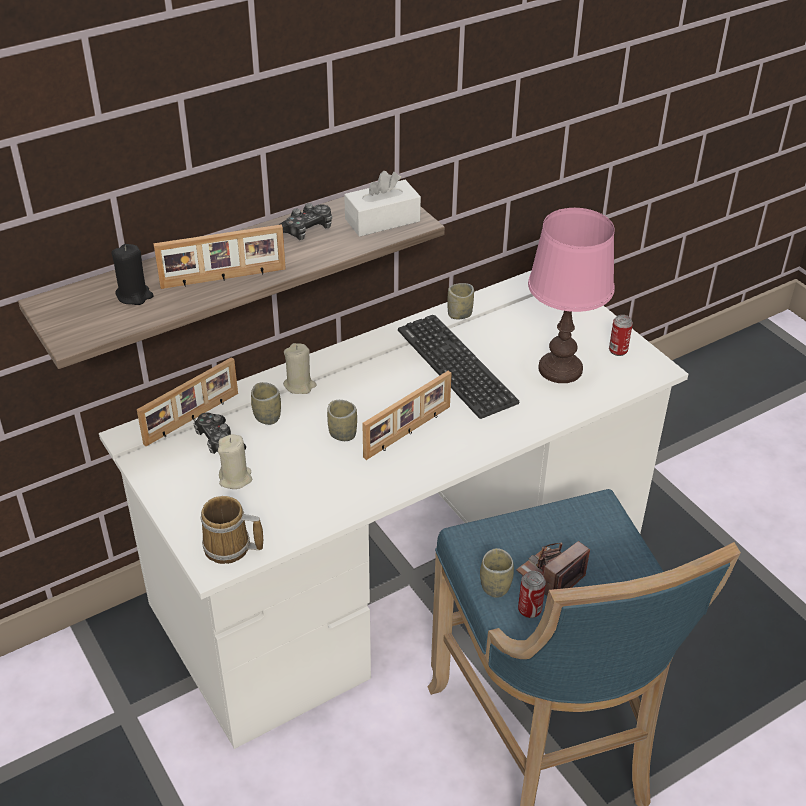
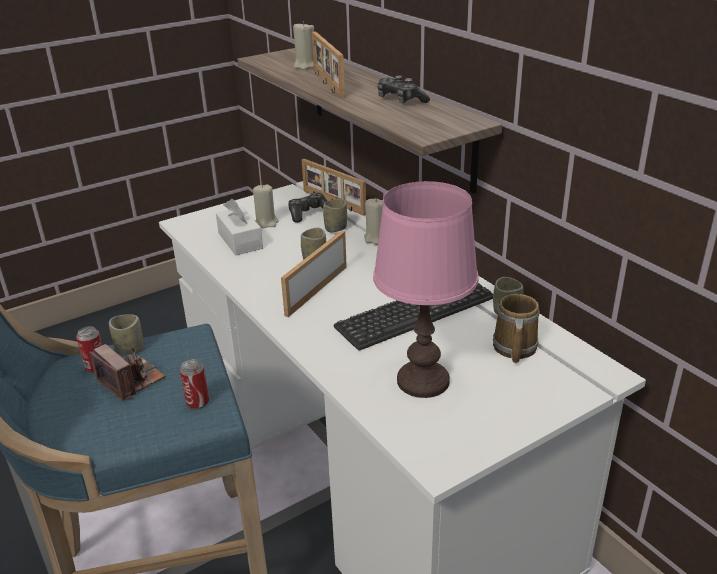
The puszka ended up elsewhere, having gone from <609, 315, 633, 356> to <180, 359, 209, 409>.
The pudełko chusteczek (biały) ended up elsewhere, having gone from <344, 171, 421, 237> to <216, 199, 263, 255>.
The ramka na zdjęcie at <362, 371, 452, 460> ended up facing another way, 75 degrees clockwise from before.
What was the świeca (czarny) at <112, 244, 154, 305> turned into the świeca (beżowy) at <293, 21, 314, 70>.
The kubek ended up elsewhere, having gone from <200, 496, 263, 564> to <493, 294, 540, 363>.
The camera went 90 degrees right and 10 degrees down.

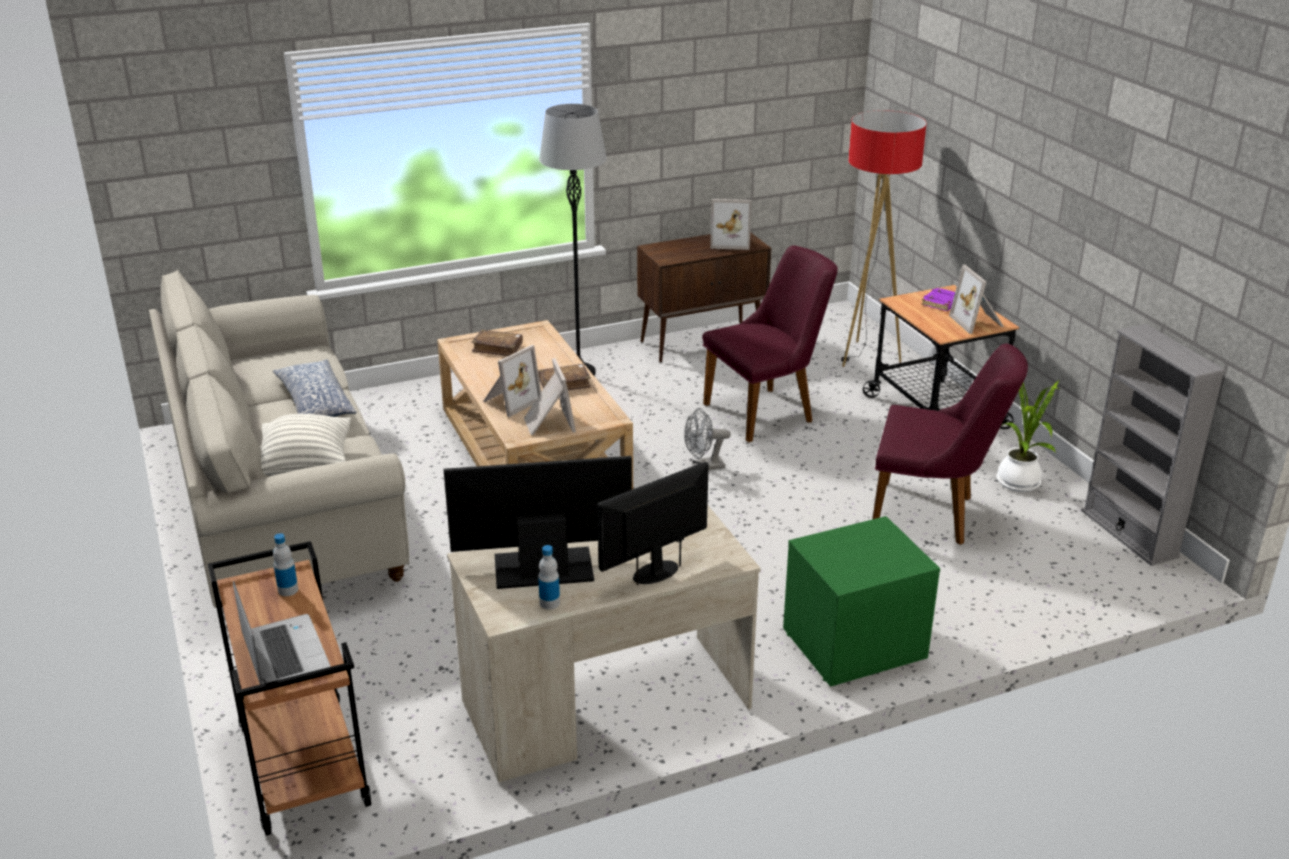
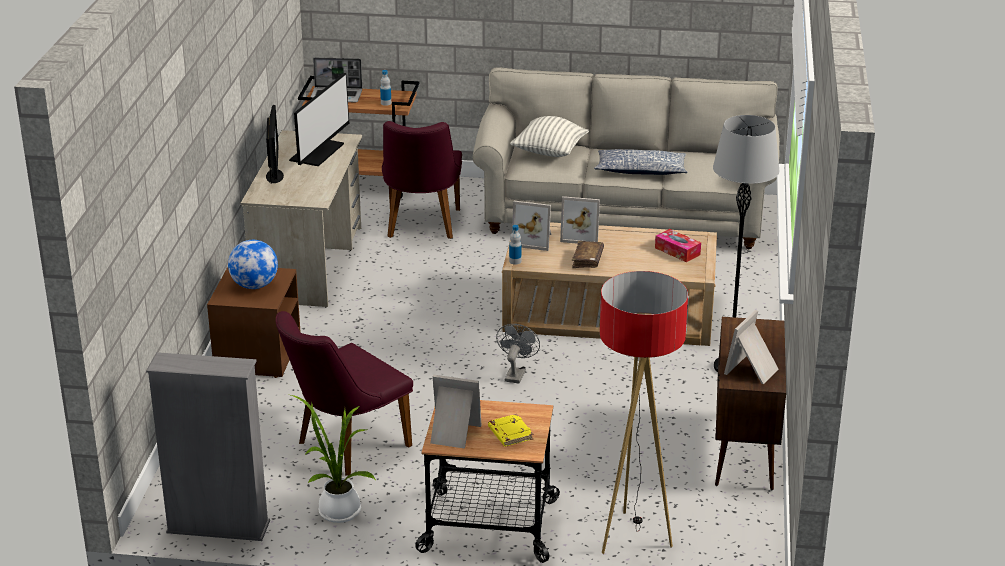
What was the szafka nocna (zielony) at <783, 516, 940, 687> turned into the szafka nocna (brązowy) at <207, 267, 301, 378>.
The second view gained the globus at <228, 240, 278, 289>.
The krzesło (fioletowy) ended up elsewhere, having gone from <702, 245, 838, 443> to <382, 121, 462, 239>.
What was the książka (fioletowy) at <921, 287, 955, 311> turned into the książka (żółty) at <488, 414, 533, 446>.
The butelka ended up elsewhere, having gone from <538, 545, 560, 609> to <509, 225, 521, 265>.
The ramka na zdjęcie at <484, 345, 541, 417> ended up facing another way, 60 degrees counterclockwise from before.
Where the książka (brązowy) stood at <471, 330, 523, 356>, the pudełko chusteczek came to stand at <655, 229, 701, 262>.
The camera went 120 degrees right and 0 degrees up.

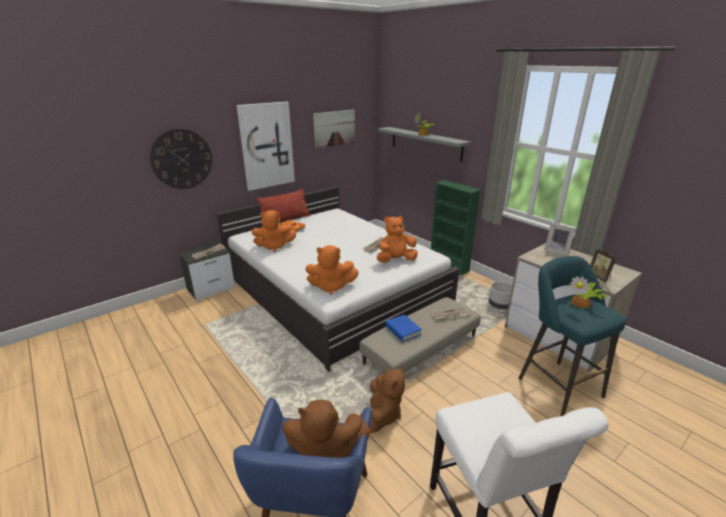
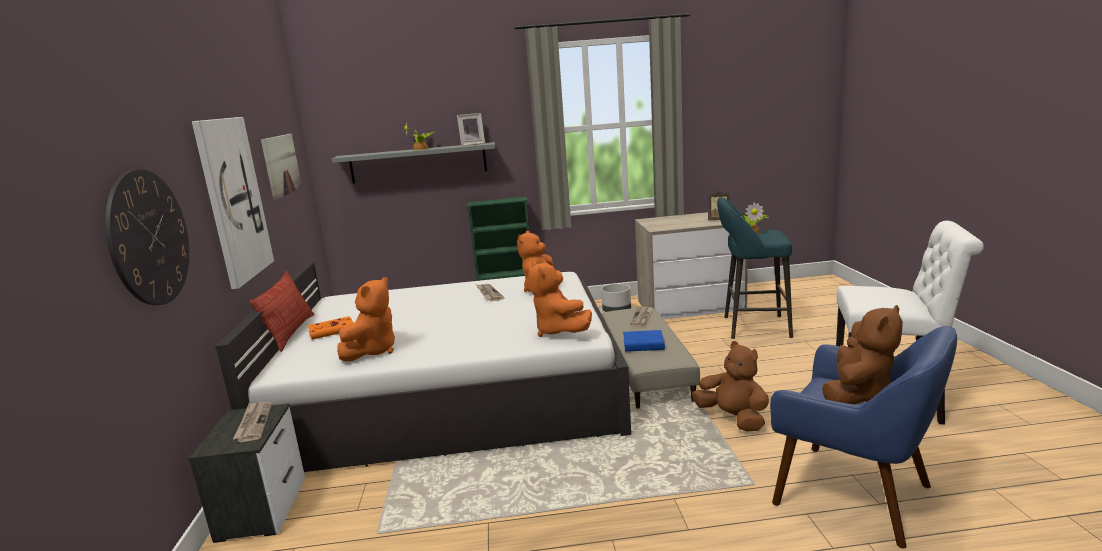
The ramka na zdjęcie ended up elsewhere, having gone from <544, 223, 576, 255> to <457, 113, 485, 146>.
The pluszak (pomarańczowy) at <305, 245, 359, 295> ended up facing another way, 120 degrees clockwise from before.
The camera went 55 degrees left and 10 degrees down.

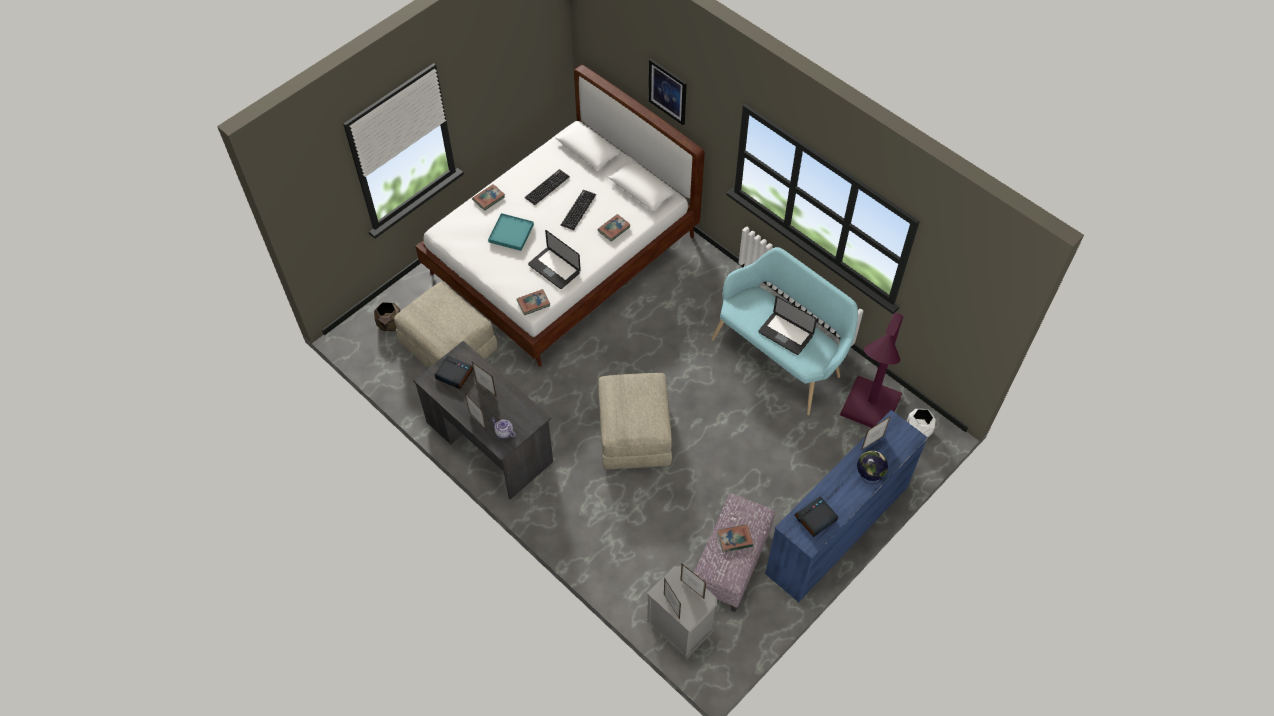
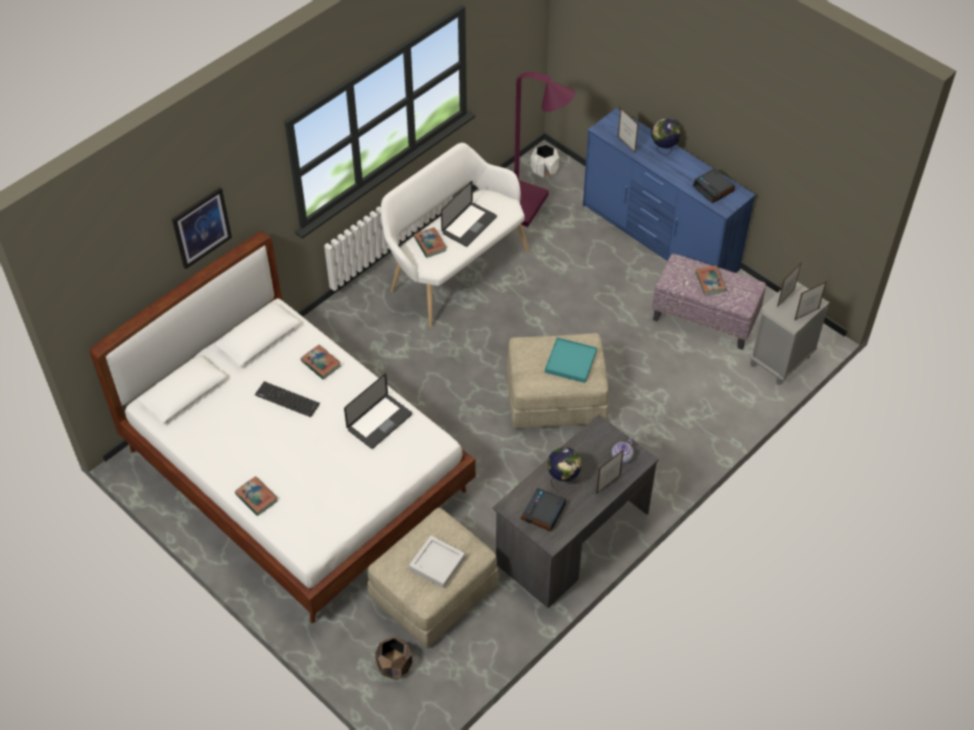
What was the ławka (turkusowy) at <711, 247, 858, 415> turned into the ławka (biały) at <381, 143, 529, 328>.
The second view gained the taca (szary) at <409, 535, 465, 588>.
The książka ended up elsewhere, having gone from <517, 289, 551, 315> to <414, 227, 447, 258>.
The taca (turkusowy) ended up elsewhere, having gone from <488, 213, 534, 251> to <545, 337, 597, 383>.
Where the ramka na zdjęcie stood at <472, 362, 496, 396>, the globus came to stand at <547, 447, 582, 490>.
The second view lost the klawiatura at <525, 169, 570, 205>.
The camera went 90 degrees left and 5 degrees down.

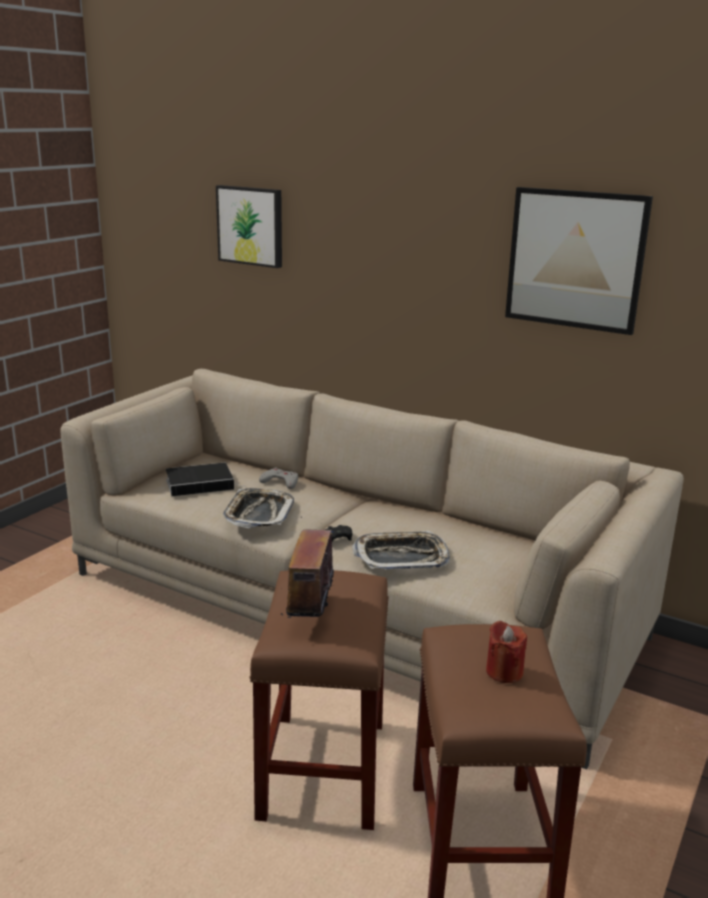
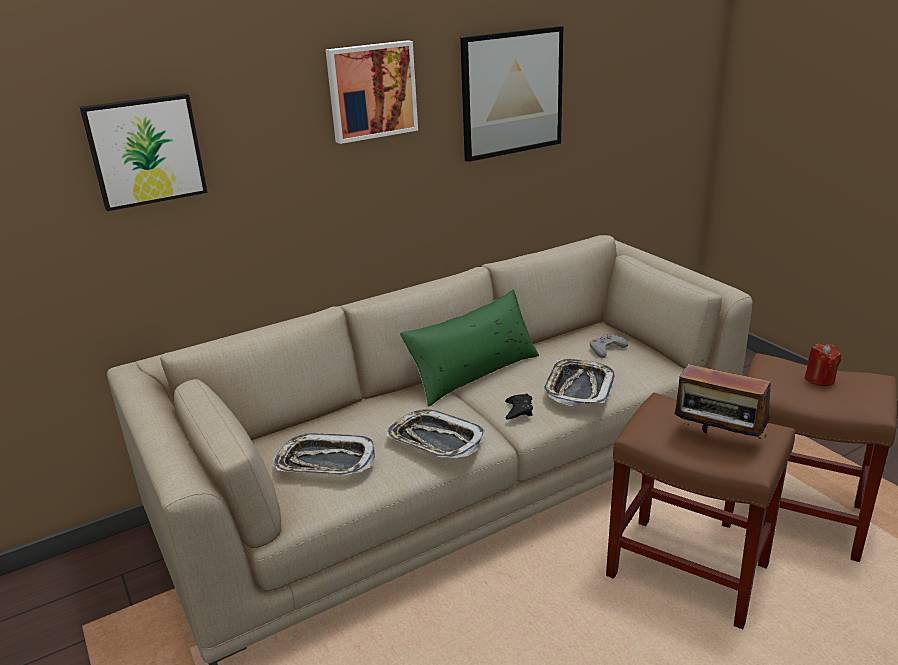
Where the książka stood at <166, 463, 244, 496>, the taca came to stand at <273, 433, 375, 476>.
The second view gained the obraz at <326, 40, 418, 144>.
The second view gained the poduszka (zielony) at <400, 289, 539, 407>.
The pad do gier (szary) ended up elsewhere, having gone from <259, 467, 298, 489> to <590, 334, 628, 358>.
The camera went 60 degrees left and 5 degrees up.

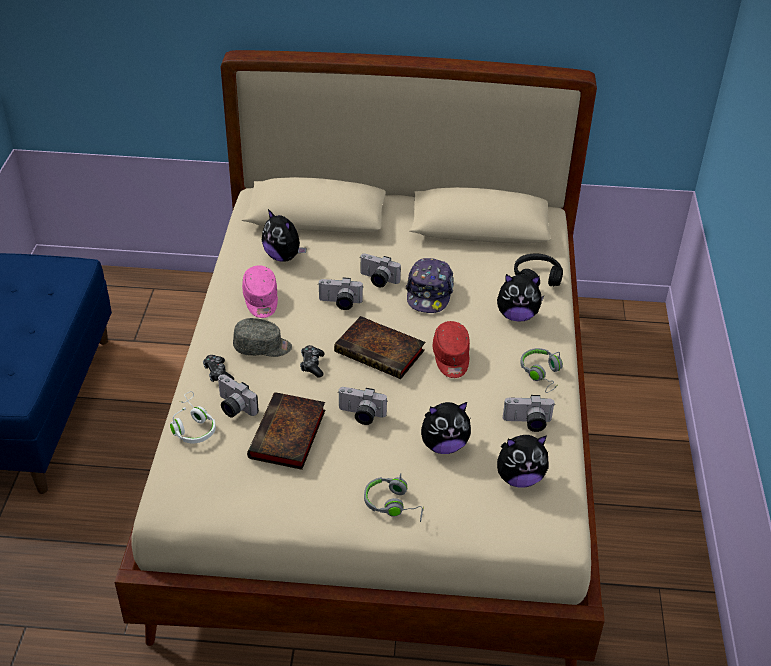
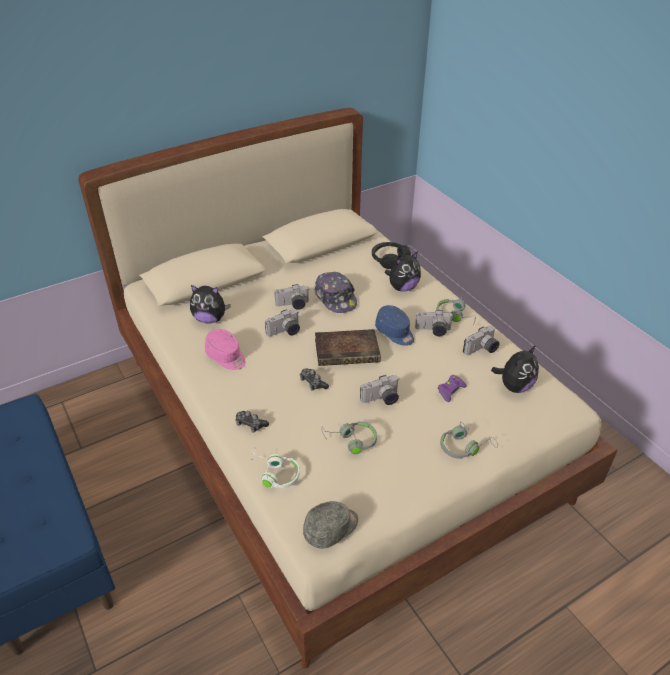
The czapka z daszkiem (szary) ended up elsewhere, having gone from <233, 318, 292, 357> to <303, 501, 358, 549>.
Where the książka stood at <247, 392, 325, 470>, the słuchawki (szary) came to stand at <322, 421, 377, 454>.
What was the czapka z daszkiem (czerwony) at <433, 321, 470, 378> turned into the czapka z daszkiem (niebieski) at <375, 305, 414, 346>.
The aparat fotograficzny ended up elsewhere, having gone from <217, 374, 259, 418> to <415, 310, 453, 336>.
Where the pluszak stood at <421, 402, 471, 454>, the pad do gier (fioletowy) came to stand at <438, 375, 466, 402>.
The camera went 35 degrees left and 0 degrees up.

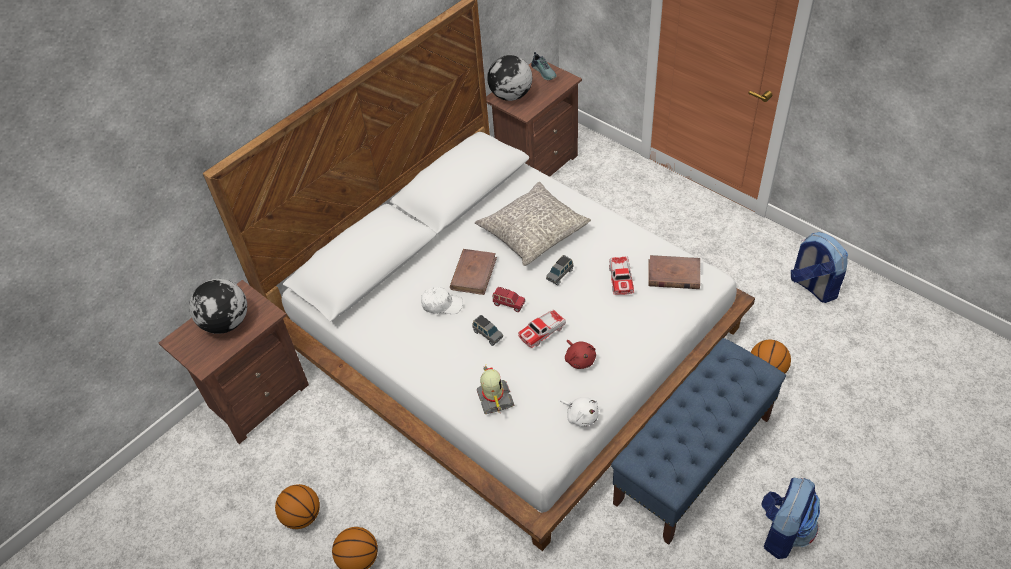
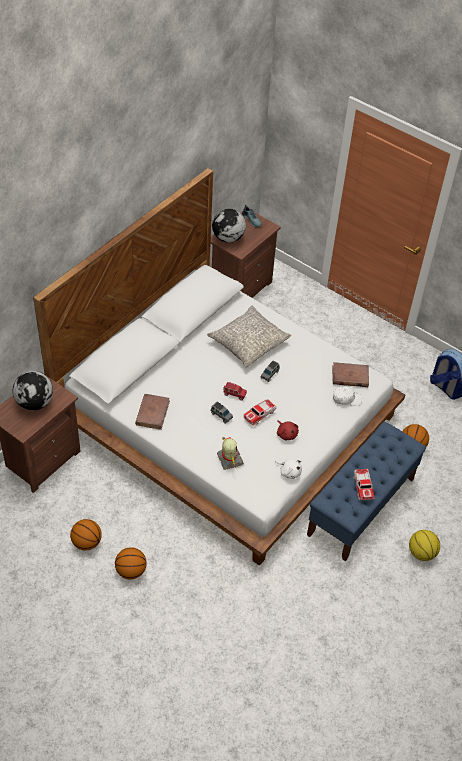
The książka (brązowy) ended up elsewhere, having gone from <450, 249, 497, 295> to <135, 394, 170, 430>.
The czapka z daszkiem (biały) ended up elsewhere, having gone from <421, 287, 463, 314> to <333, 386, 362, 406>.
The samochodzik ended up elsewhere, having gone from <609, 257, 634, 295> to <354, 469, 374, 500>.
Where the plecak stood at <762, 478, 820, 559>, the piłka do koszykówki came to stand at <409, 530, 440, 561>.
The camera went 10 degrees left and 0 degrees up.

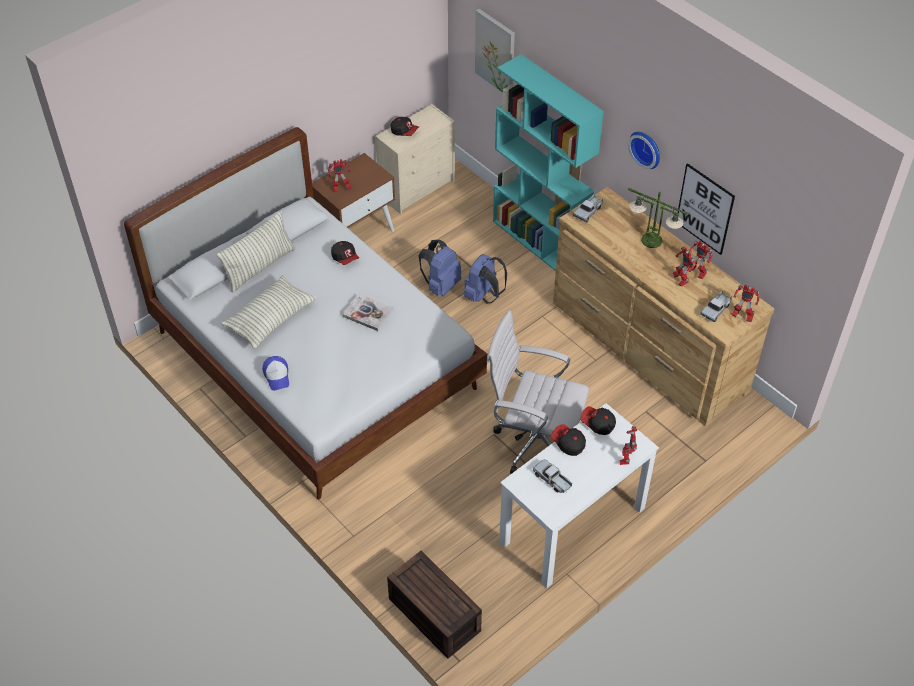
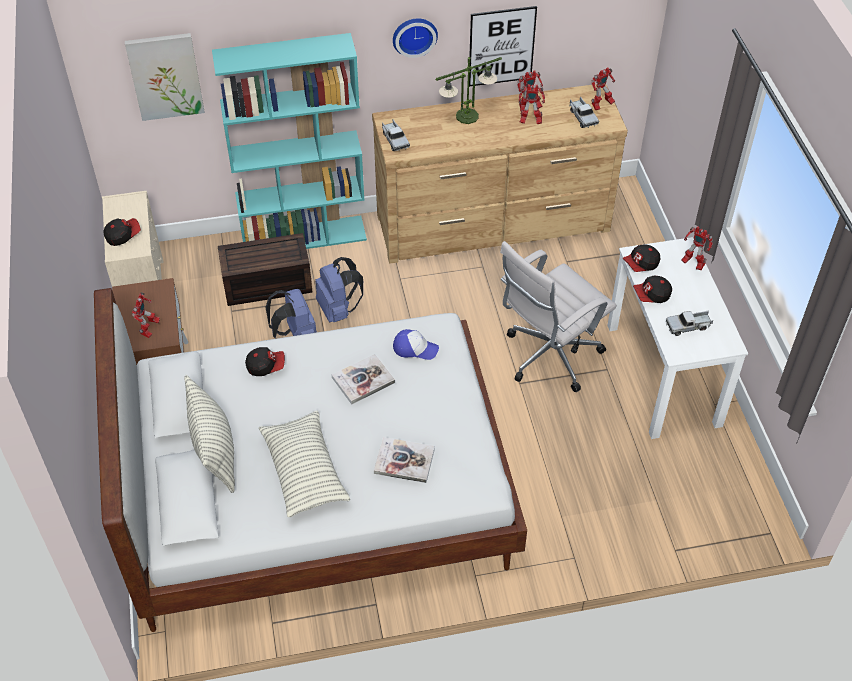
The pojemnik do przechowywania (brązowy) ended up elsewhere, having gone from <387, 551, 482, 659> to <218, 233, 313, 306>.
The second view gained the książka at <374, 437, 435, 483>.
The czapka z daszkiem ended up elsewhere, having gone from <262, 356, 289, 391> to <393, 329, 439, 360>.
The camera went 60 degrees left and 0 degrees up.

